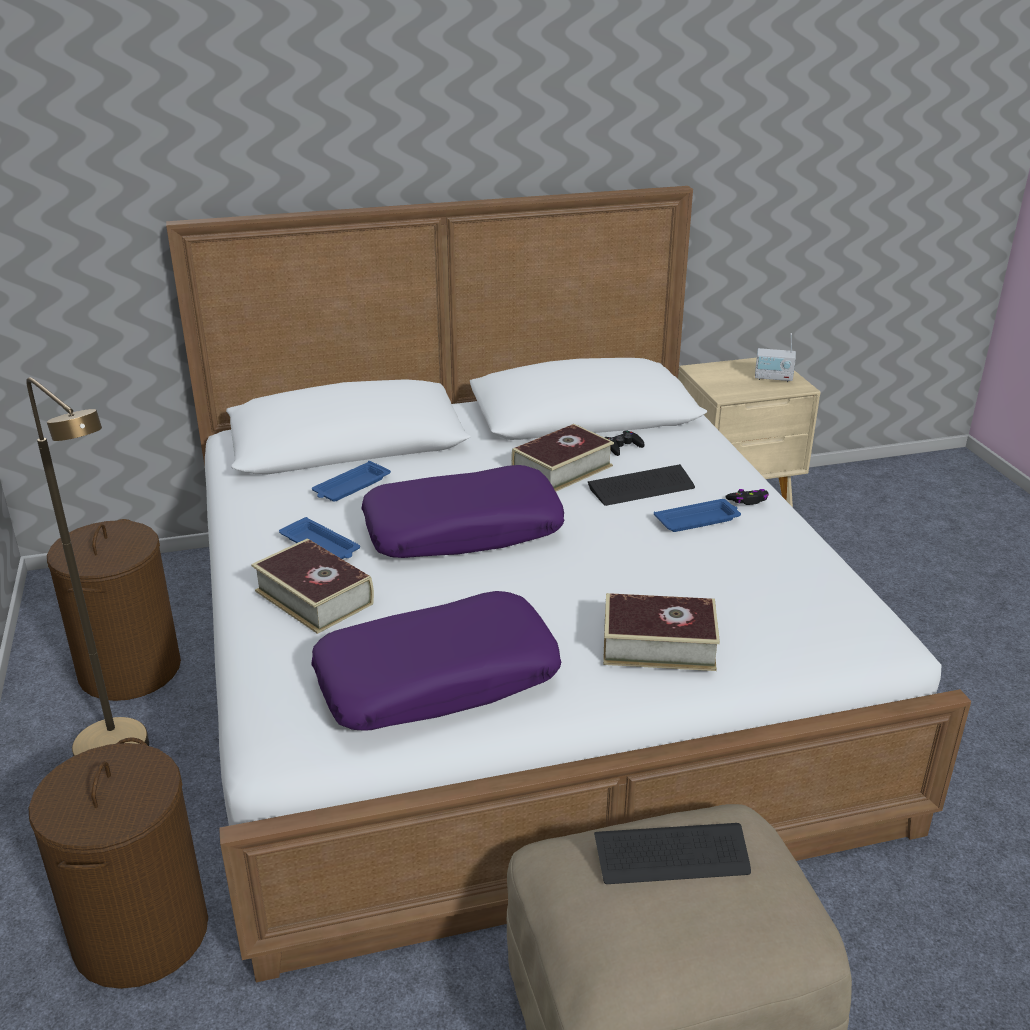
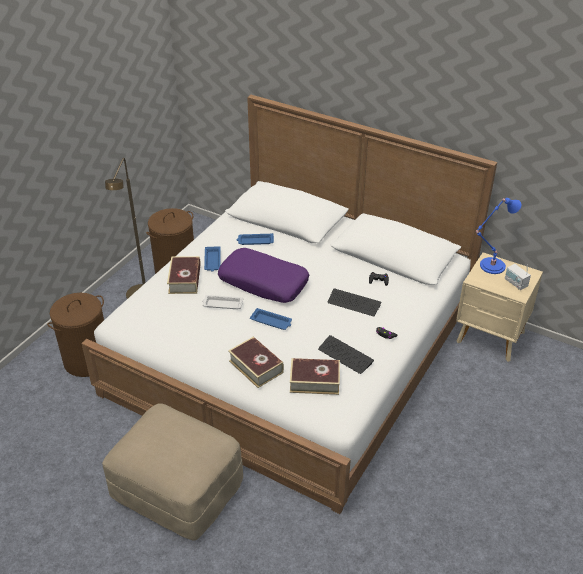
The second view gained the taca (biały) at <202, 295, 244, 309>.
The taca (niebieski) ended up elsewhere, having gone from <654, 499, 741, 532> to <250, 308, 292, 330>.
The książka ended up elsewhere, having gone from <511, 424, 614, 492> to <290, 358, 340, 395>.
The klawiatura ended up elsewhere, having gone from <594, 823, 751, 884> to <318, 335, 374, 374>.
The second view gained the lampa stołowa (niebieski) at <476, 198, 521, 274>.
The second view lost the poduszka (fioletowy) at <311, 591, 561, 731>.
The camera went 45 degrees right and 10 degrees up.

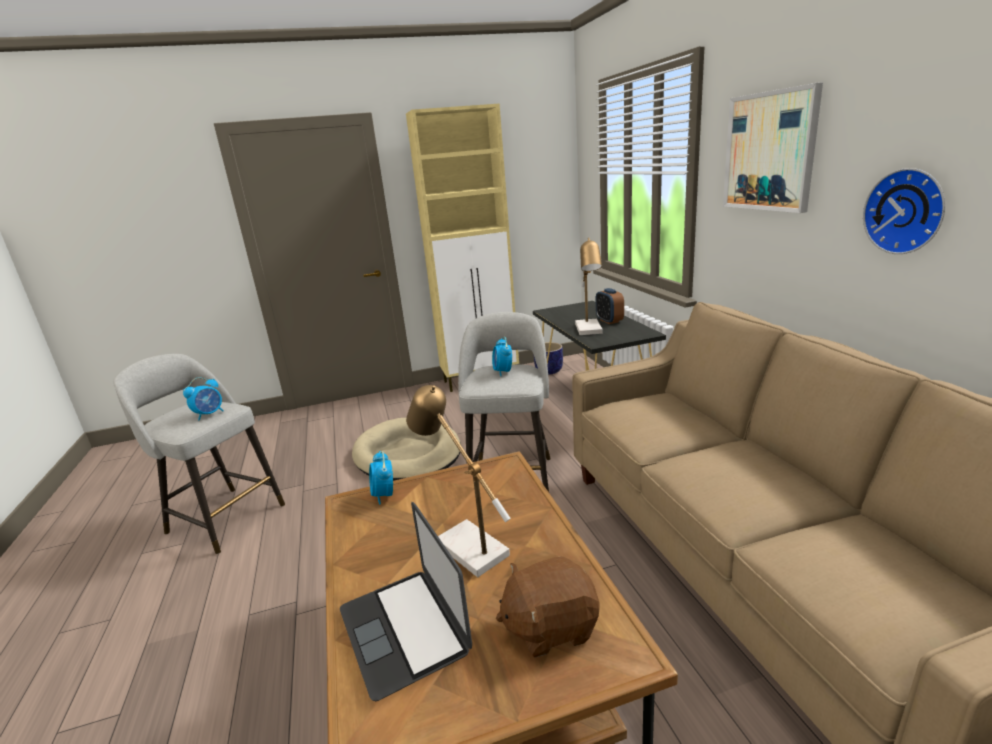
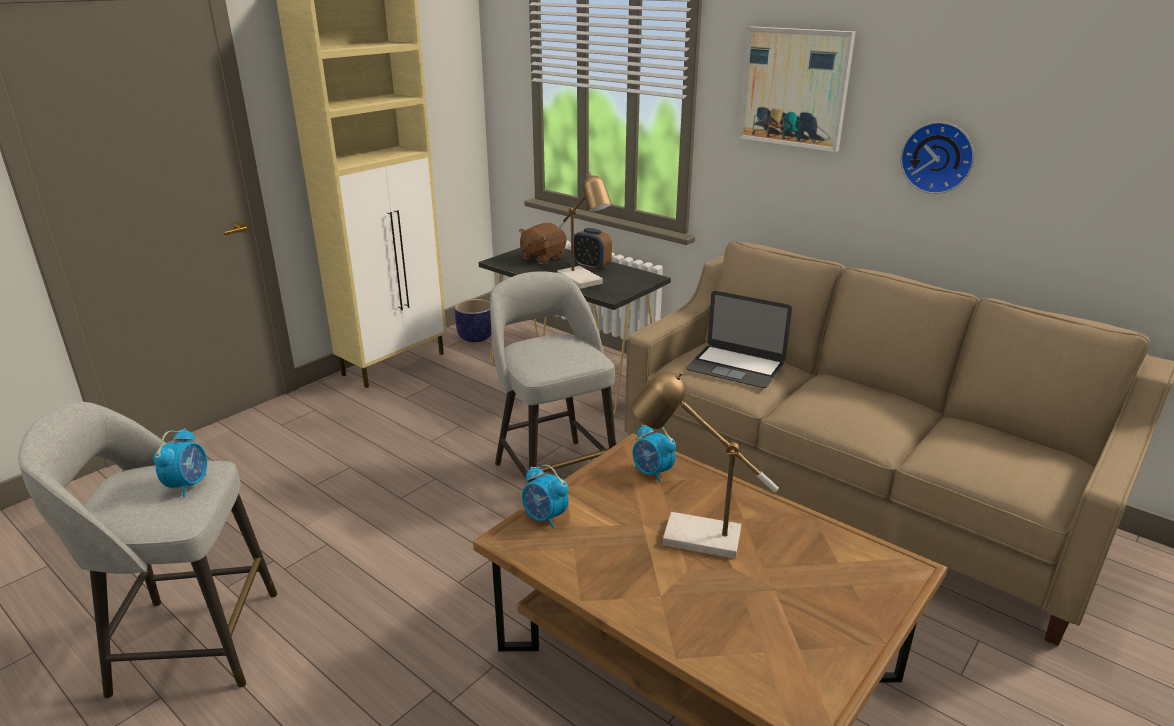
The pluszak (brązowy) ended up elsewhere, having gone from <496, 556, 599, 658> to <519, 223, 567, 264>.
The budzik ended up elsewhere, having gone from <492, 337, 512, 377> to <632, 425, 676, 482>.
The laptop ended up elsewhere, having gone from <340, 502, 472, 701> to <686, 291, 792, 388>.
The second view lost the legowisko (beżowy) at <352, 418, 461, 481>.
The camera went 35 degrees left and 5 degrees up.

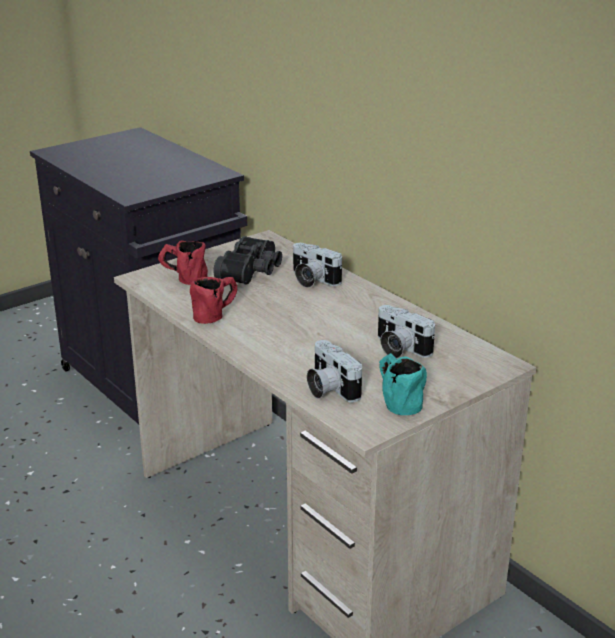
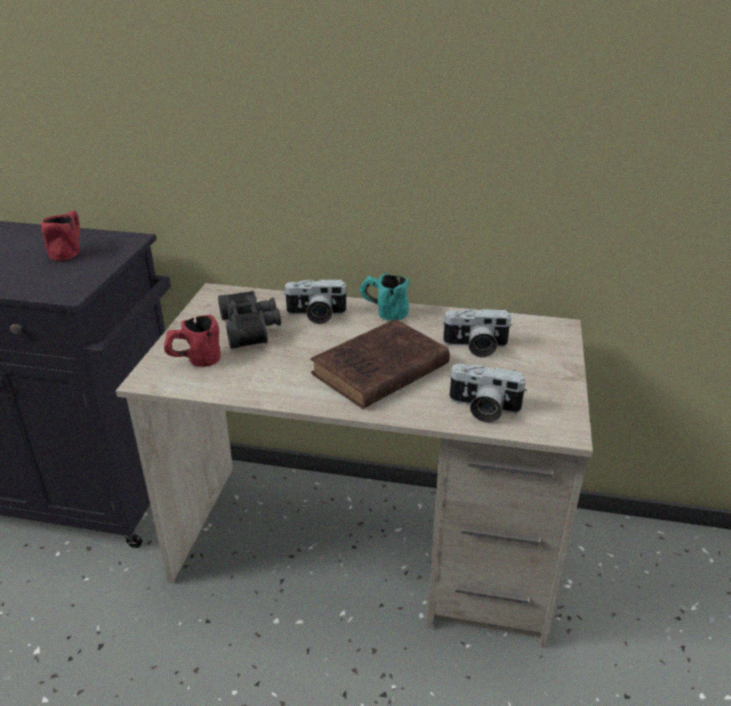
The kubek (czerwony) ended up elsewhere, having gone from <190, 277, 237, 324> to <41, 211, 80, 261>.
The second view gained the książka (brązowy) at <311, 319, 450, 409>.
The kubek (turkusowy) ended up elsewhere, having gone from <379, 353, 427, 415> to <360, 274, 409, 321>.
The camera went 40 degrees left and 5 degrees up.

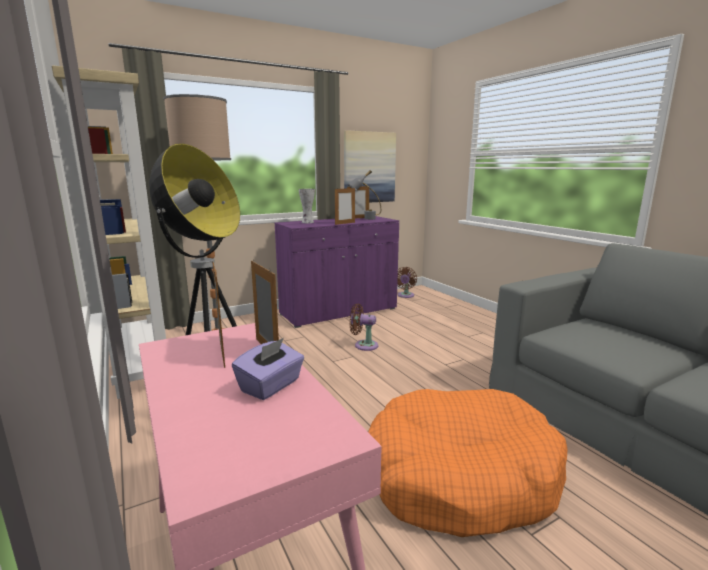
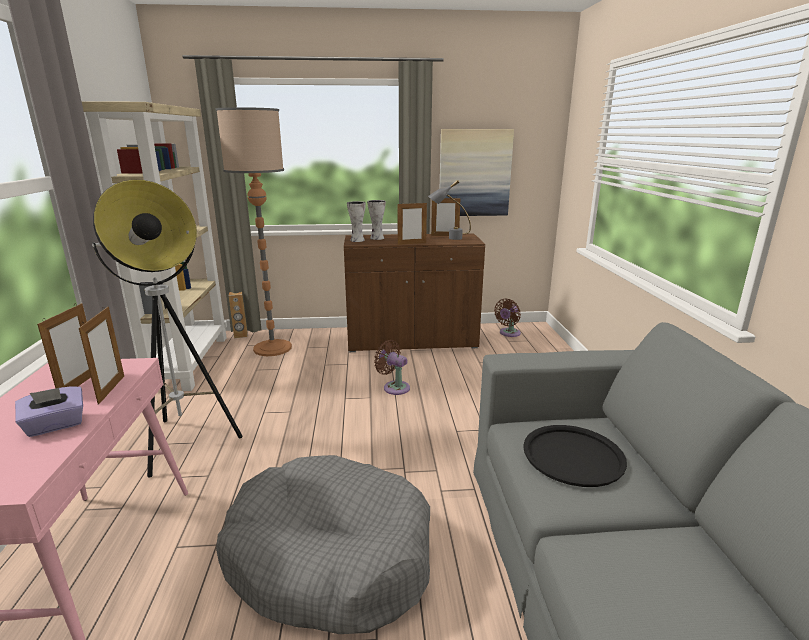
What was the legowisko (pomarańczowy) at <368, 389, 568, 537> turned into the legowisko (szary) at <216, 455, 430, 634>.
The second view gained the głośnik (brązowy) at <229, 292, 248, 338>.
What was the szafka (fioletowy) at <274, 216, 399, 328> turned into the szafka (brązowy) at <344, 233, 485, 352>.
The second view gained the wazon at <347, 201, 366, 242>.
The second view gained the taca (czarny) at <523, 425, 627, 487>.
The camera went 25 degrees right and 5 degrees up.

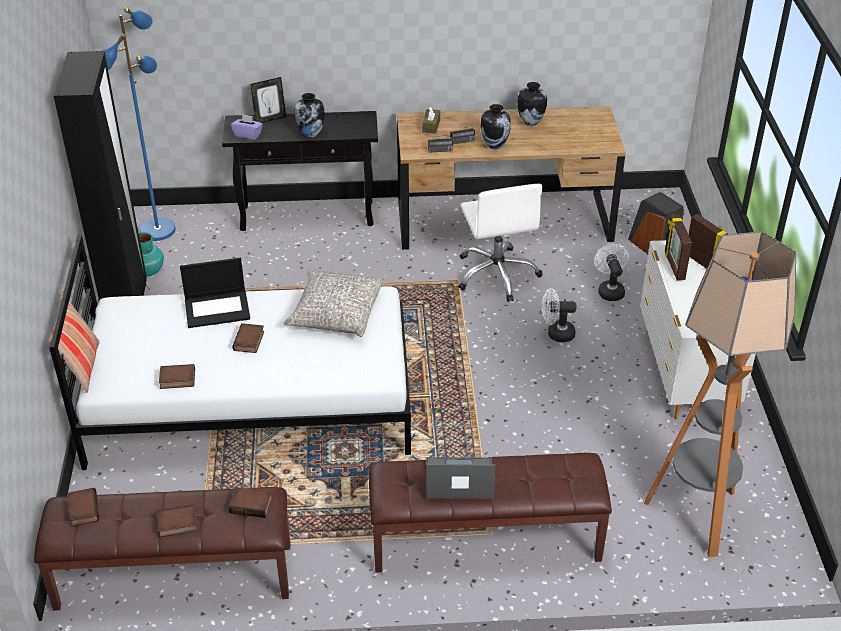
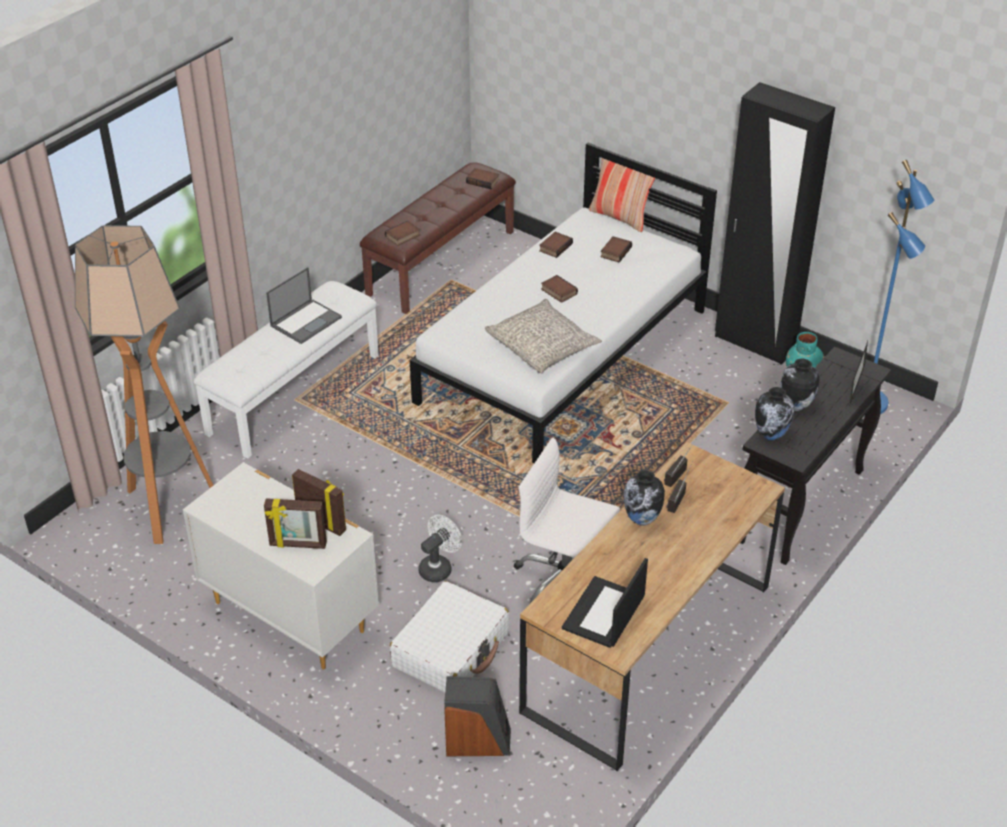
What was the ławka (brązowy) at <369, 453, 612, 573> turned into the ławka (biały) at <193, 281, 379, 459>.
Where the wentylator (biały) stood at <594, 244, 629, 301>, the walizka (biały) came to stand at <390, 581, 509, 692>.
The laptop ended up elsewhere, having gone from <180, 258, 250, 328> to <562, 558, 648, 648>.
The książka ended up elsewhere, having gone from <157, 505, 198, 537> to <600, 236, 632, 263>.
The wazon ended up elsewhere, having gone from <517, 82, 547, 126> to <755, 387, 794, 440>.
The second view lost the pudełko chusteczek (fioletowy) at <231, 114, 263, 140>.
The second view lost the pudełko chusteczek (brązowy) at <422, 106, 440, 134>.
The camera went 130 degrees right and 0 degrees up.

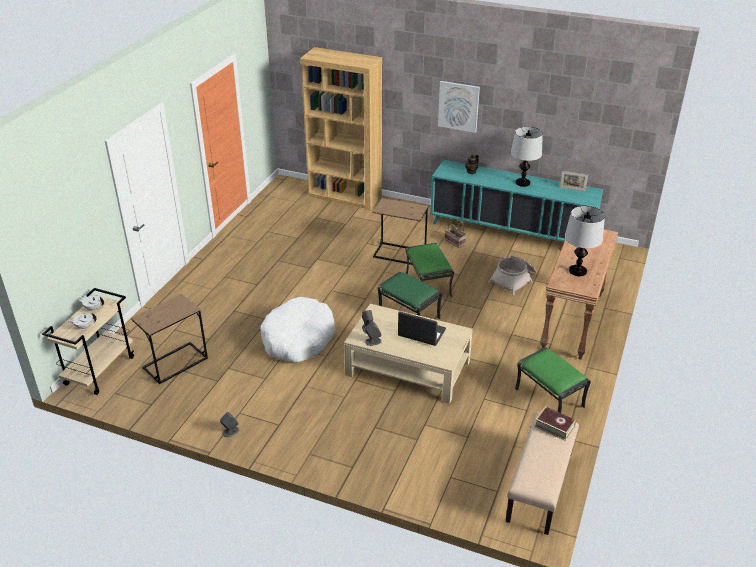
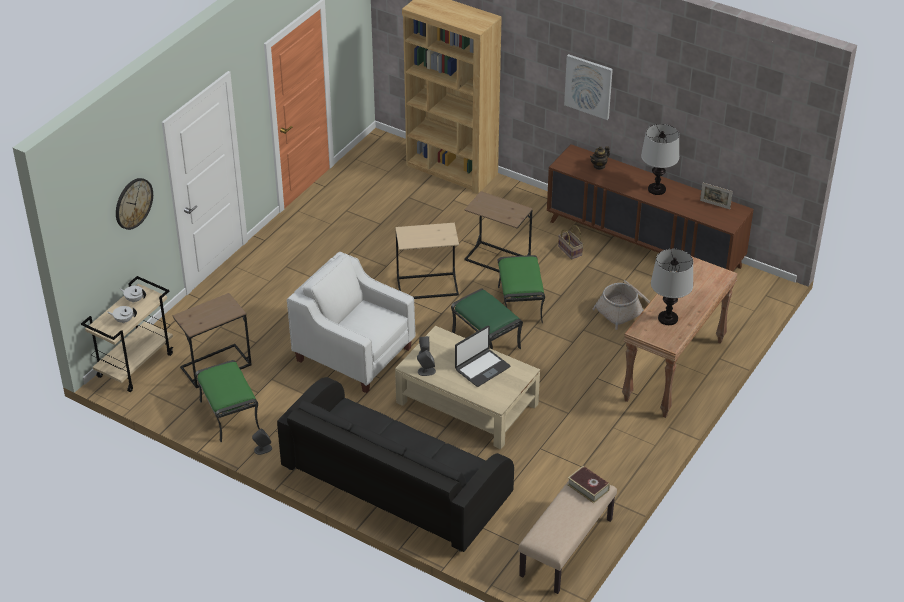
The second view gained the zegar ścienny at <116, 178, 153, 230>.
The pufa (zielony) ended up elsewhere, having gone from <515, 347, 591, 413> to <195, 360, 260, 442>.
The second view gained the kanapa (czarny) at <277, 377, 514, 552>.
Where the legowisko (biały) stood at <260, 297, 335, 362>, the fotel (biały) came to stand at <287, 252, 416, 393>.
The second view gained the stolik (beżowy) at <395, 223, 459, 299>.
The laptop at <398, 312, 446, 346> ended up facing another way, 105 degrees clockwise from before.
What was the szafka (turkusowy) at <430, 160, 603, 242> turned into the szafka (brązowy) at <547, 144, 754, 271>.
The camera went 10 degrees right and 5 degrees up.

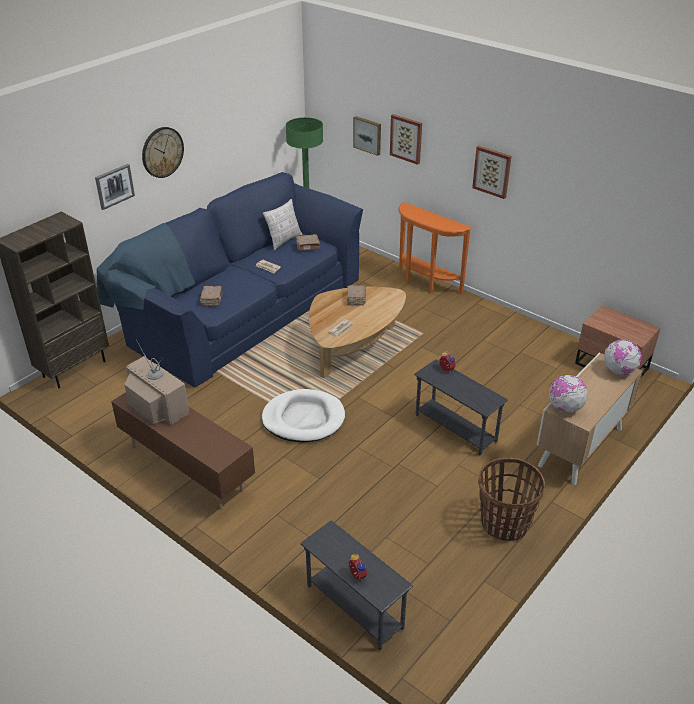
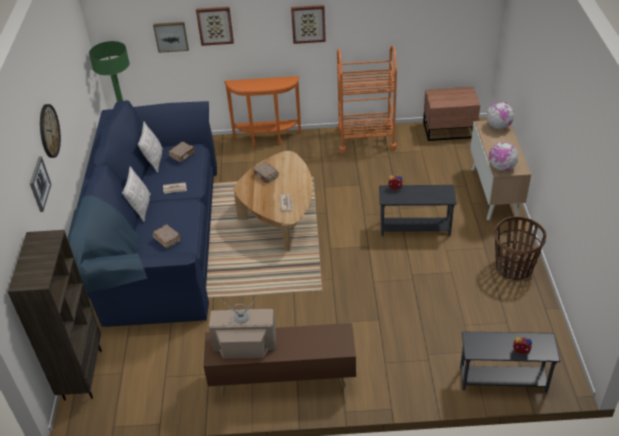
The second view gained the poduszka at <122, 166, 151, 222>.
The second view gained the wózek (pomarańczowy) at <337, 45, 397, 154>.
The second view lost the legowisko (biały) at <262, 389, 345, 442>.
The camera went 40 degrees left and 5 degrees up.

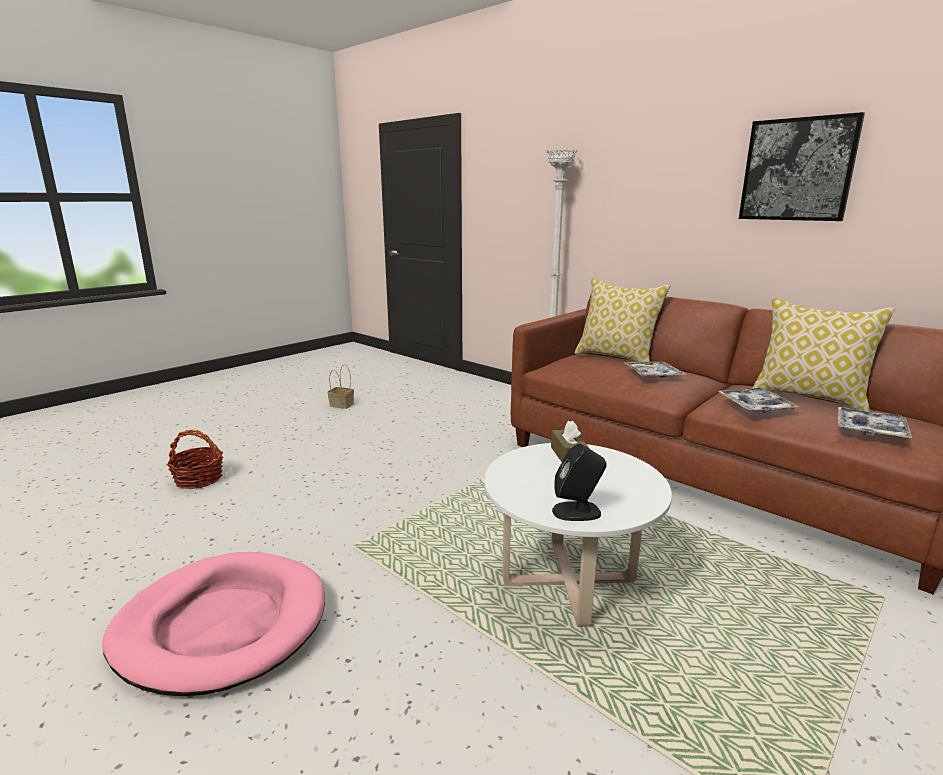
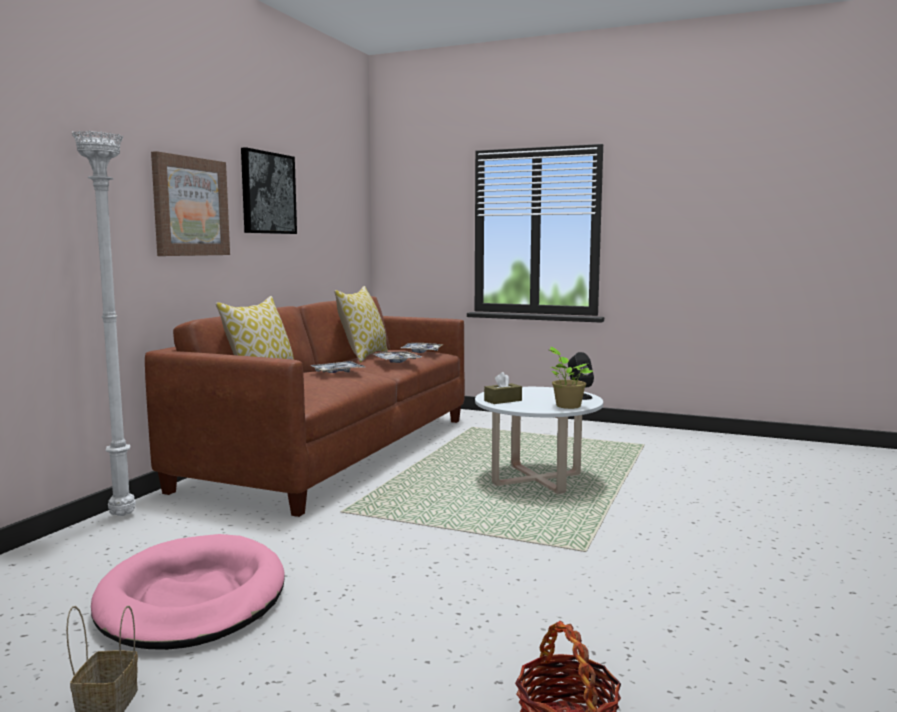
The legowisko (różowy) ended up elsewhere, having gone from <102, 552, 325, 696> to <91, 534, 285, 650>.
The second view gained the obraz at <151, 151, 230, 256>.
The second view gained the roślina doniczkowa at <549, 347, 593, 409>.
The camera went 110 degrees left and 10 degrees down.

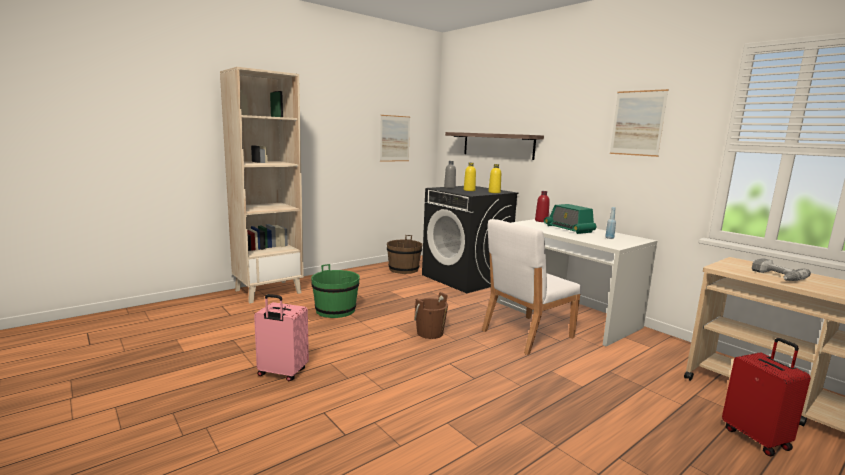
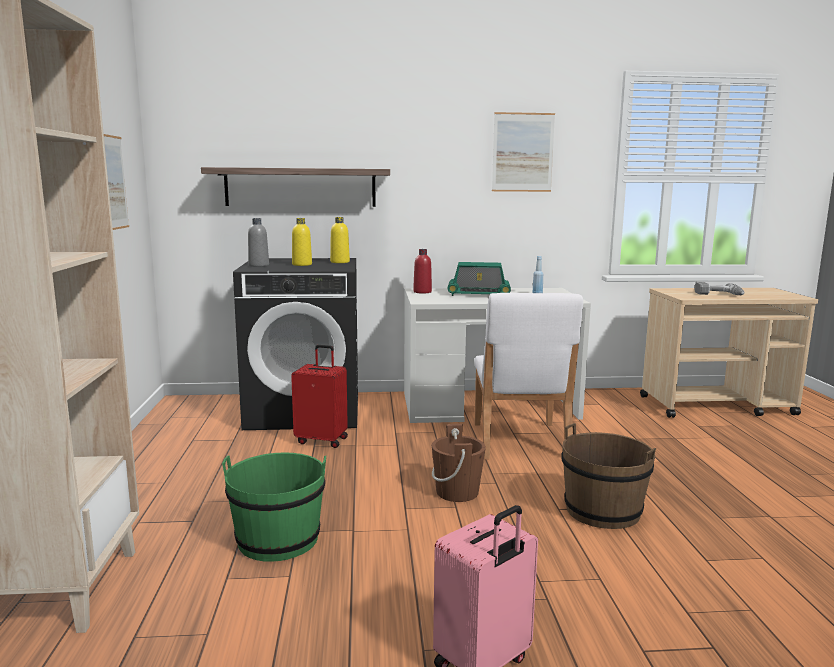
The walizka (czerwony) ended up elsewhere, having gone from <722, 338, 811, 456> to <291, 345, 348, 448>.
The wiadro (brązowy) ended up elsewhere, having gone from <387, 235, 423, 274> to <561, 423, 656, 529>.
The camera went 55 degrees left and 0 degrees up.

